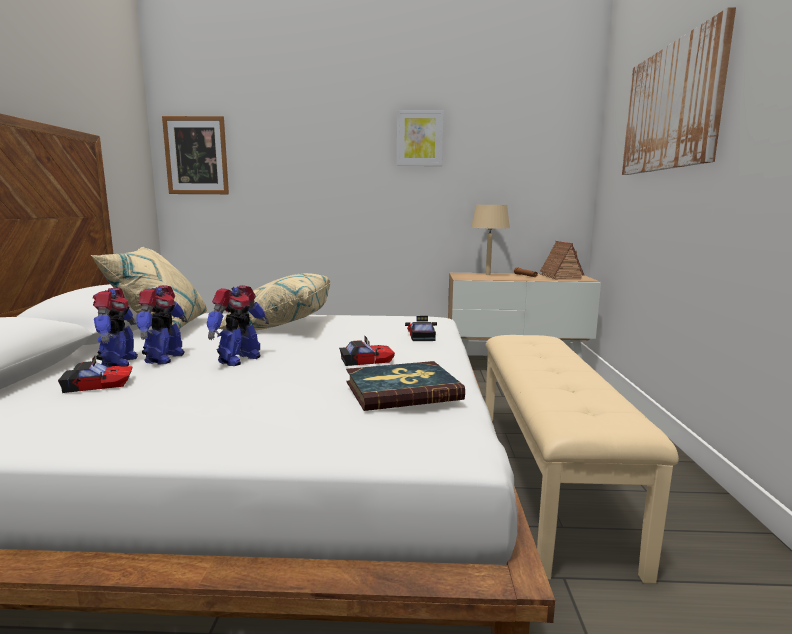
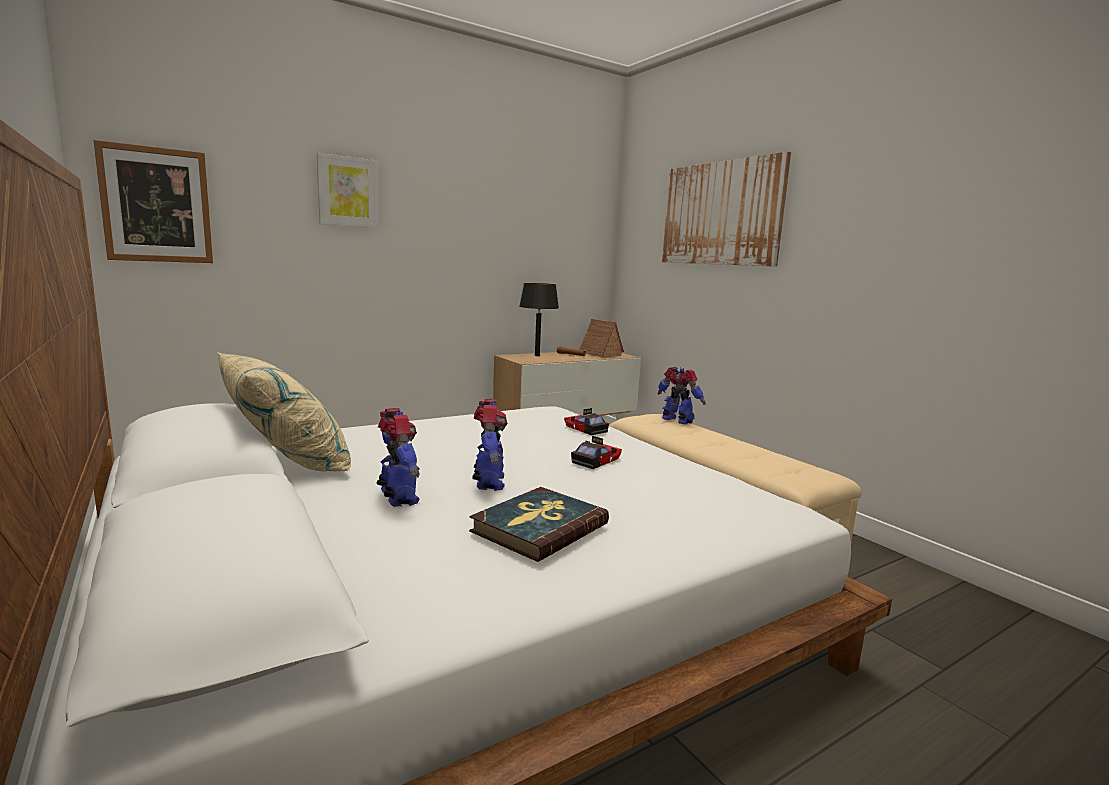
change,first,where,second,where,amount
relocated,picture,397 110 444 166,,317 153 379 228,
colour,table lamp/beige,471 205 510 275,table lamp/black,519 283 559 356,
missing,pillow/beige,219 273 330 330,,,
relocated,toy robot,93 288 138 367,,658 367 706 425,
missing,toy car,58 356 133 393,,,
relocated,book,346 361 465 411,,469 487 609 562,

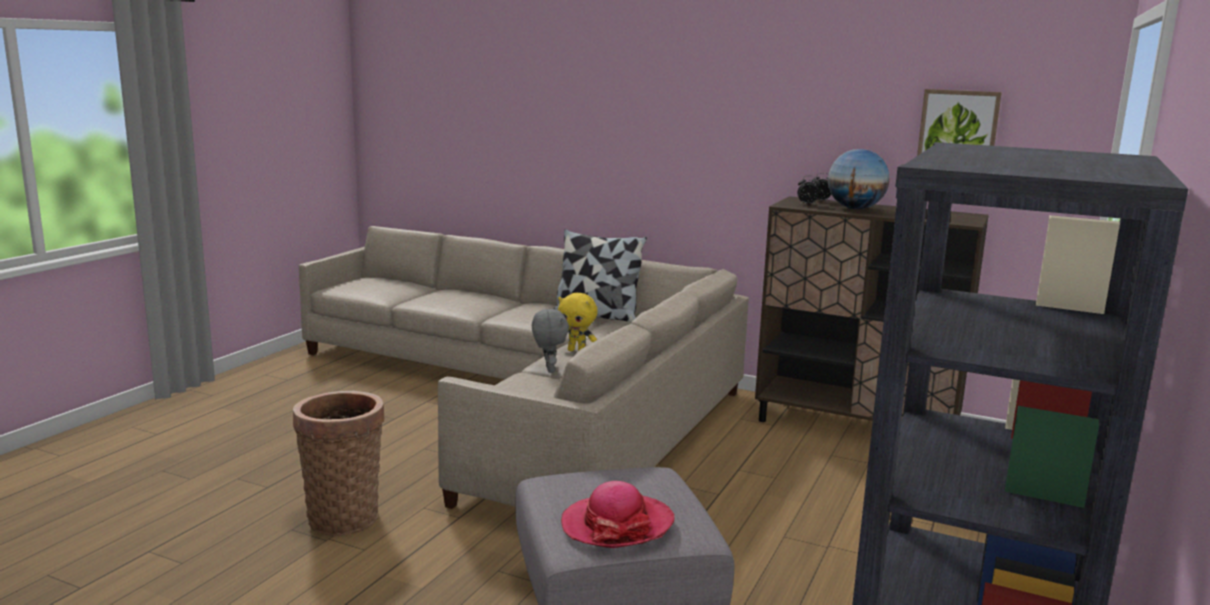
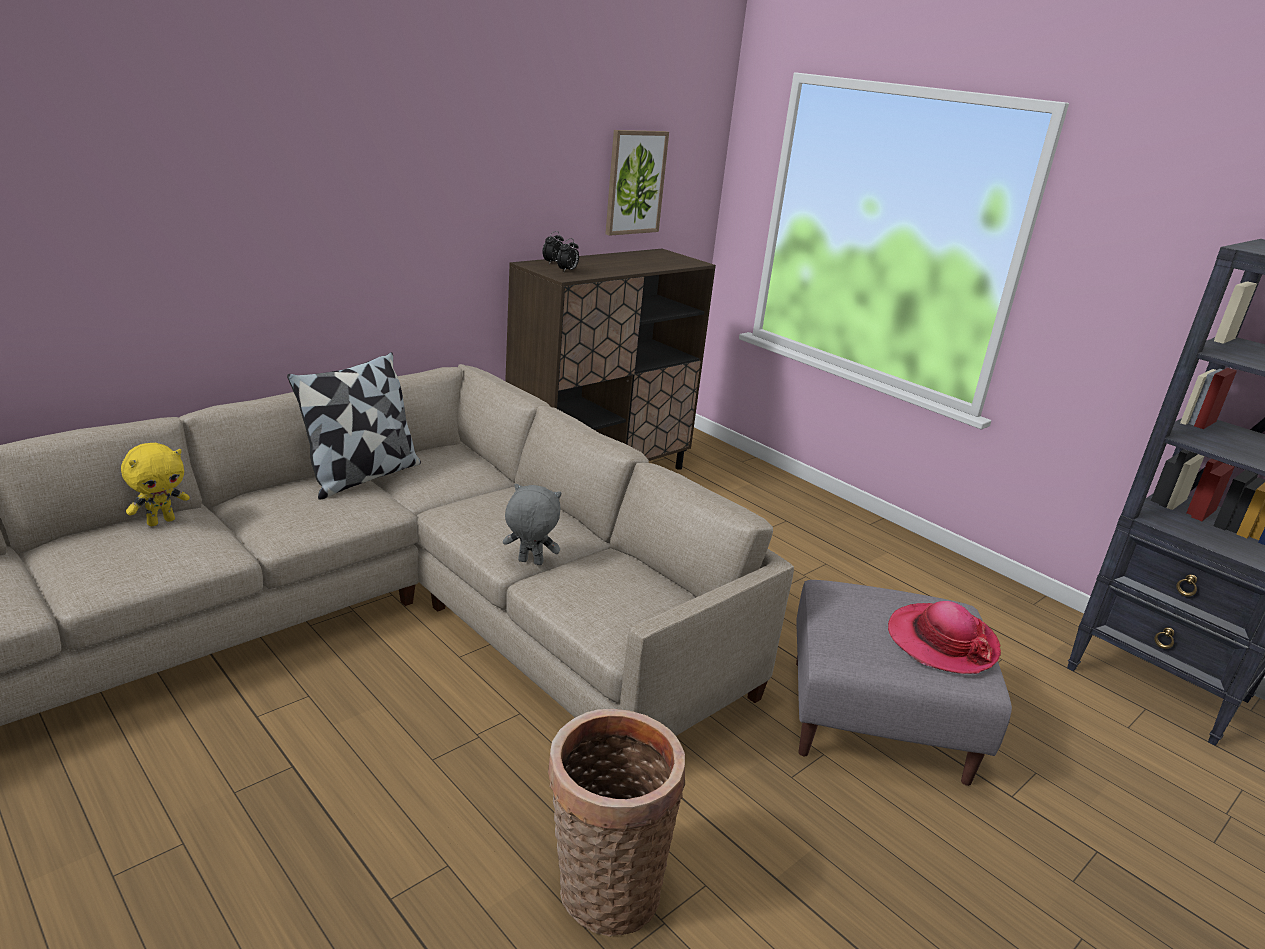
change,first,where,second,where,amount
missing,globe,828 149 889 209,,,
relocated,plush toy/yellow,558 293 597 351,,121 443 190 526,

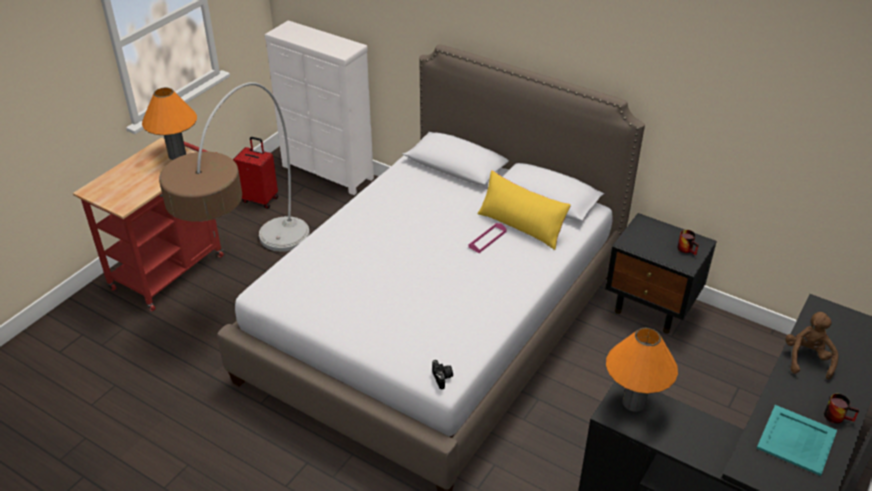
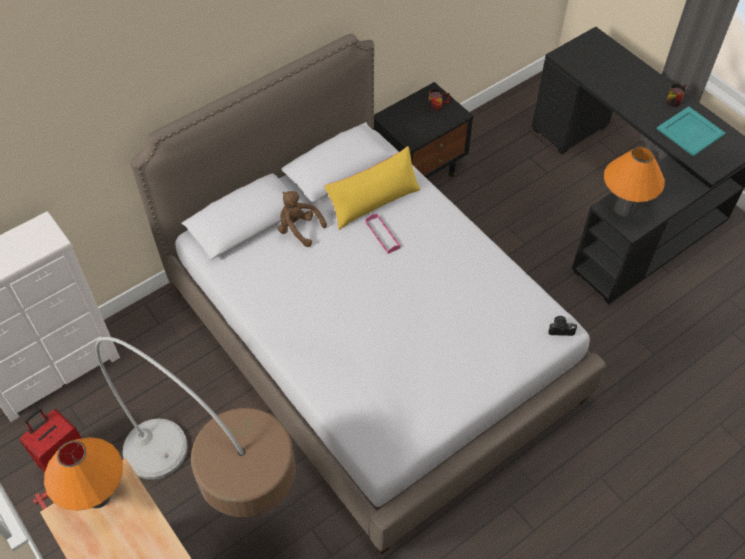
change,first,where,second,where,amount
relocated,plush toy/brown,785 312 839 379,,278 191 327 247,

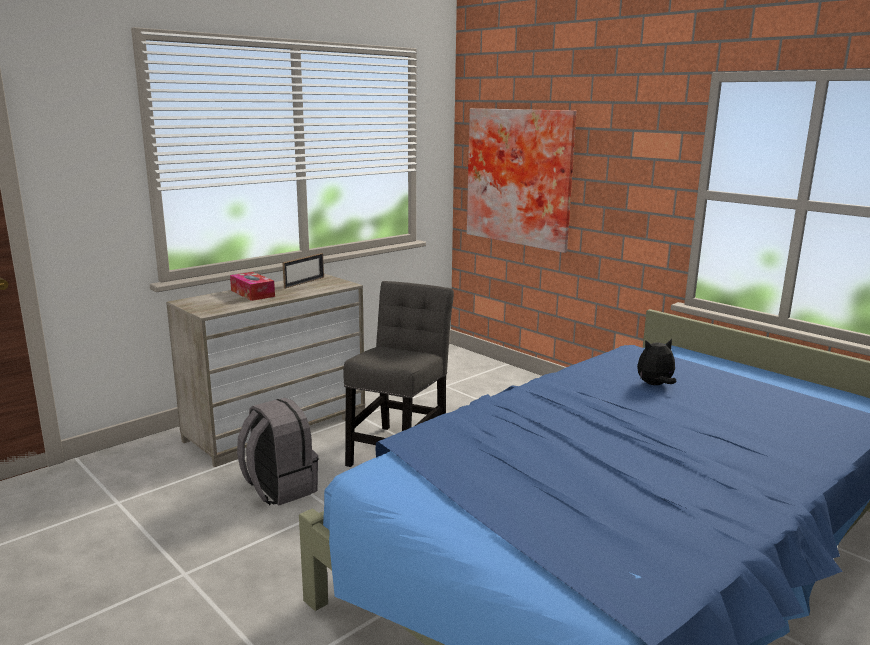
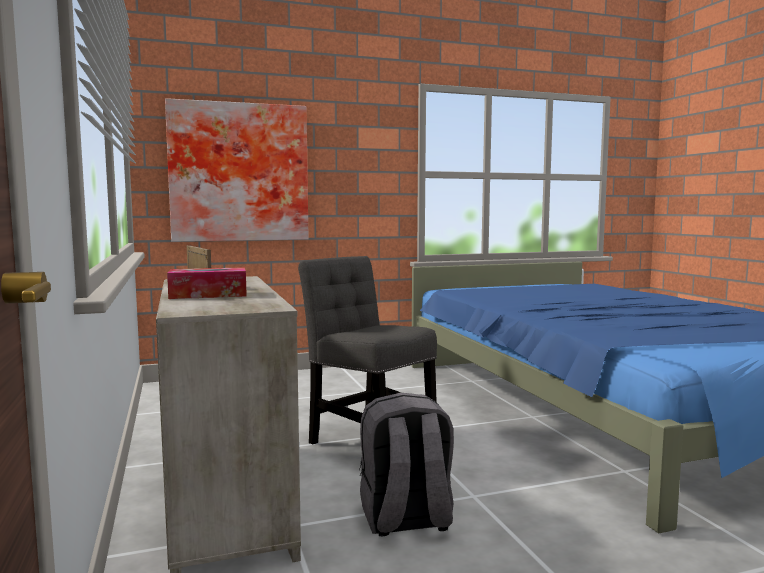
change,first,where,second,where,amount
missing,plush toy,637 339 676 385,,,

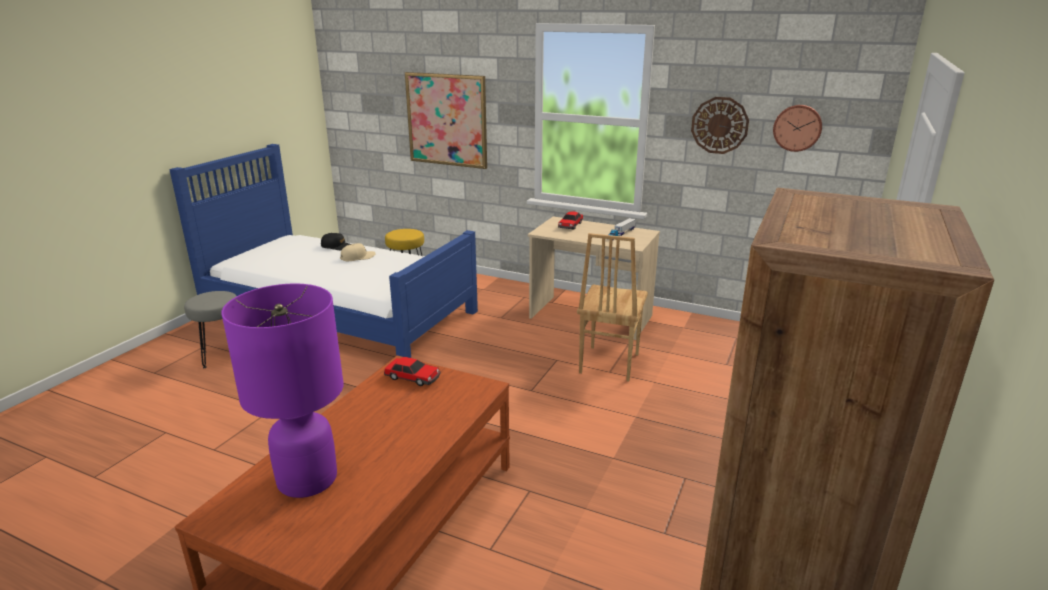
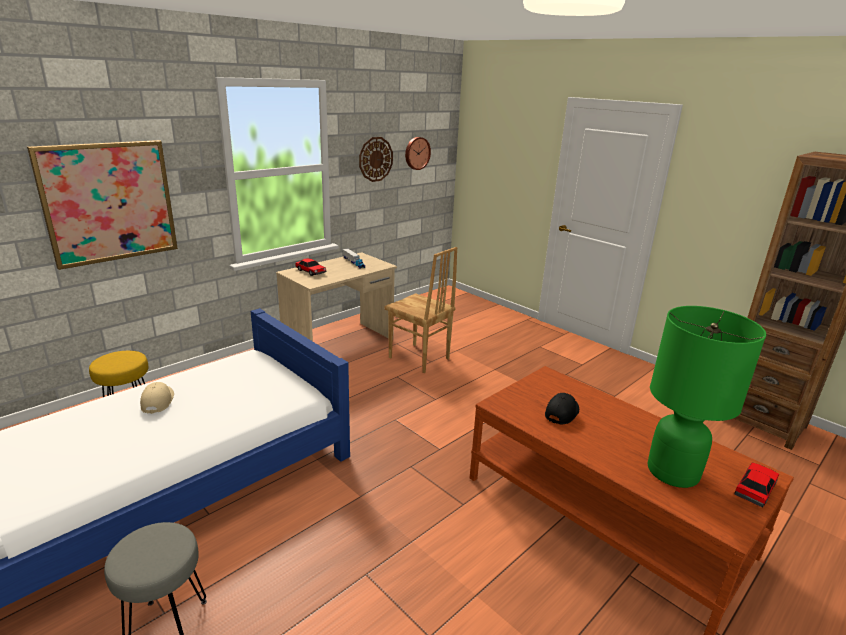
change,first,where,second,where,amount
relocated,cap/black,321 233 351 250,,545 393 579 424,
colour,table lamp/purple,221 283 344 498,table lamp/green,648 306 766 488,
relocated,toy car,384 357 440 386,,735 462 779 508,

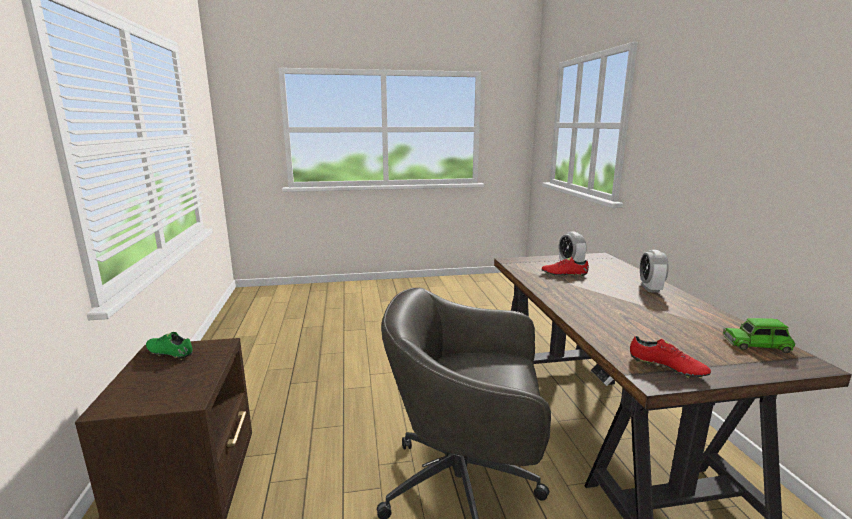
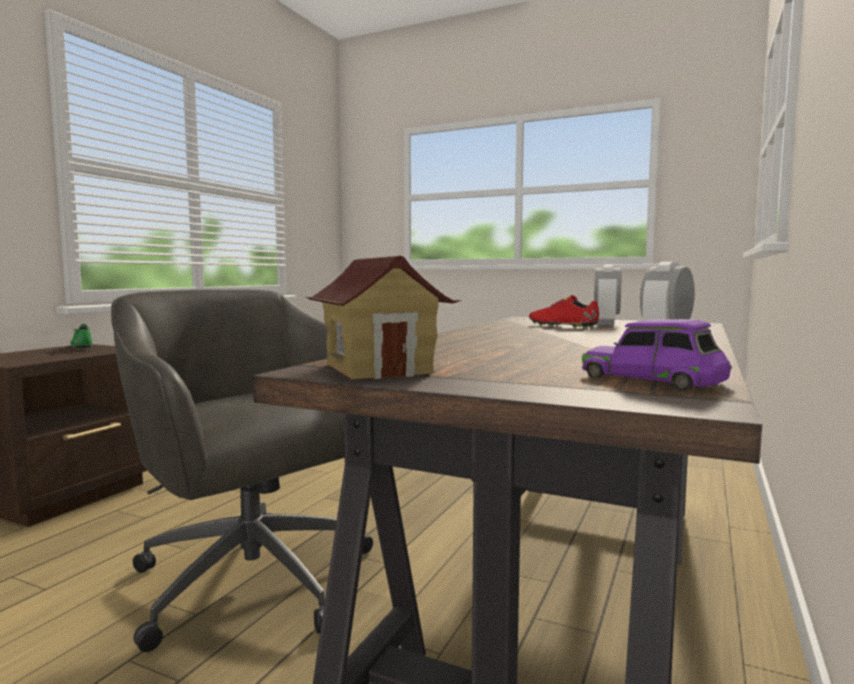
change,first,where,second,where,amount
colour,toy car/green,722 318 795 353,toy car/purple,582 319 732 391,
exchanged,shoe/red,630 336 711 378,toy house,305 256 462 379,

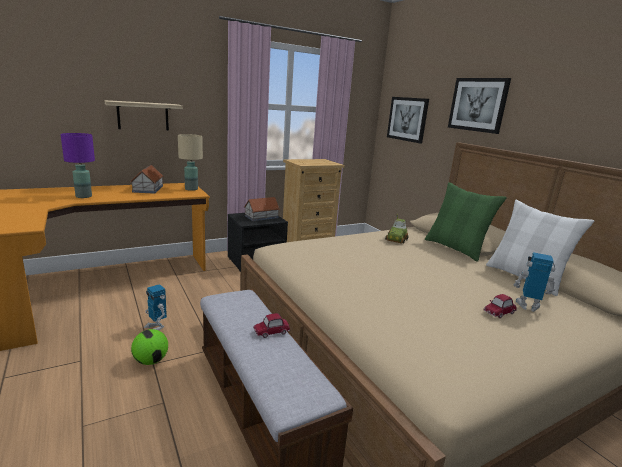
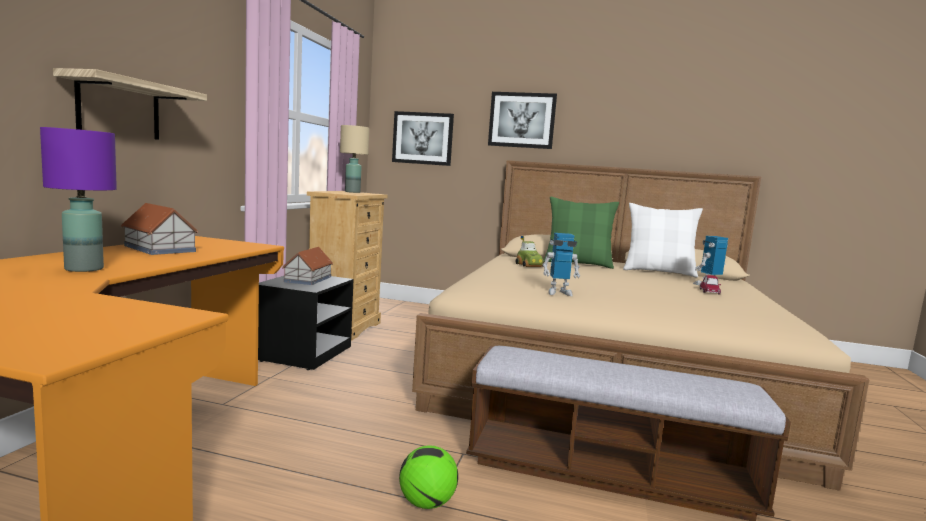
change,first,where,second,where,amount
relocated,table lamp/beige,178 134 203 191,,340 125 369 193,
relocated,toy robot,144 284 167 331,,543 233 580 296,
missing,toy car,253 313 290 338,,,

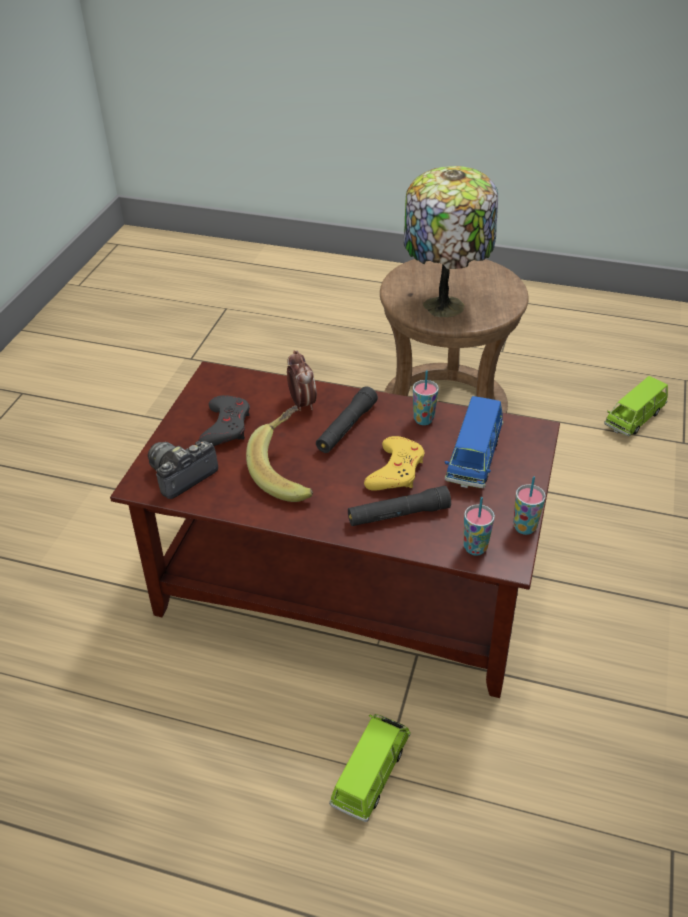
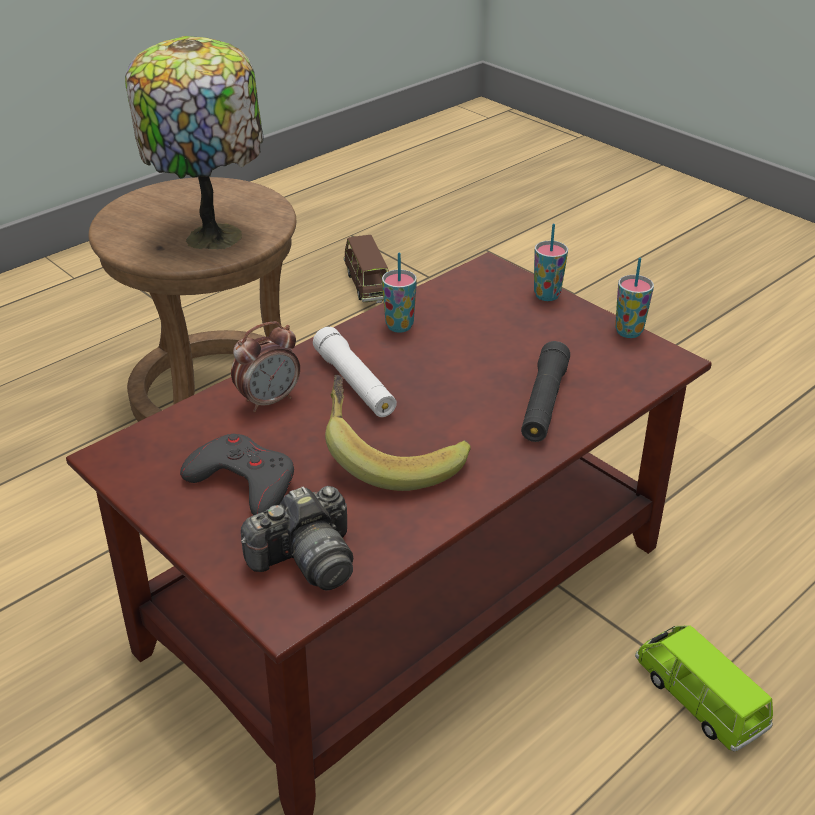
change,first,where,second,where,amount
spun,alarm clock,287 351 317 411,,231 321 300 412,135 degrees clockwise
colour,toy car/green,604 376 668 436,toy car/brown,344 235 389 303,
colour,flashlight/black,316 386 378 453,flashlight/white,313 327 397 417,
missing,toy car/blue,445 396 503 488,,,
missing,game controller/yellow,364 436 424 491,,,
spun,photo camera,148 441 218 499,,241 486 353 591,105 degrees counterclockwise
relocated,cup,464 497 495 556,,534 224 568 301,

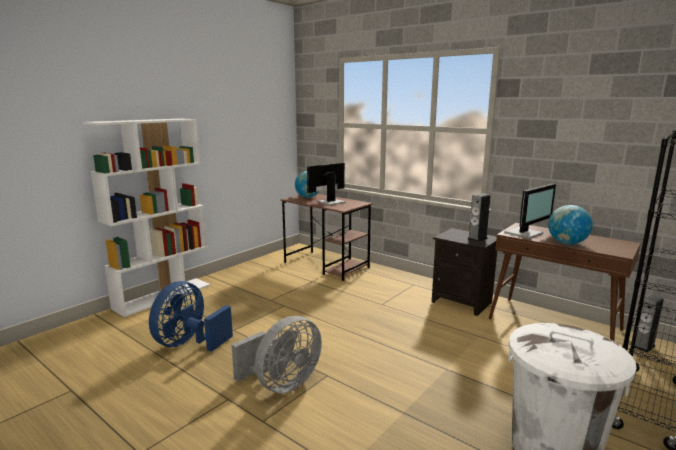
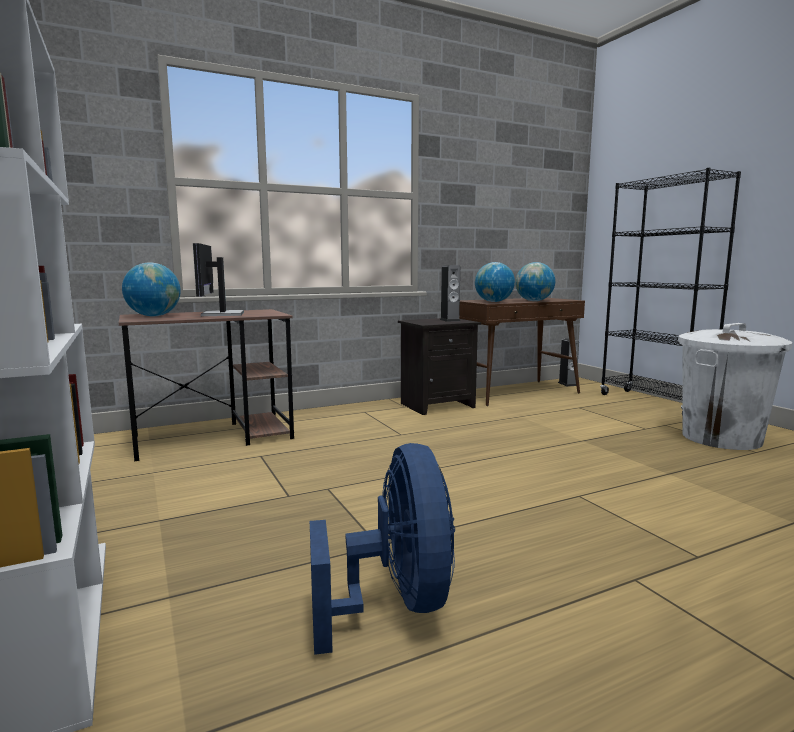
change,first,where,second,where,amount
exchanged,monitor,504 183 556 239,globe,475 262 515 302,
spun,fan/blue,149 281 233 352,,310 443 455 655,150 degrees counterclockwise
missing,fan/grey,231 316 322 393,,,

